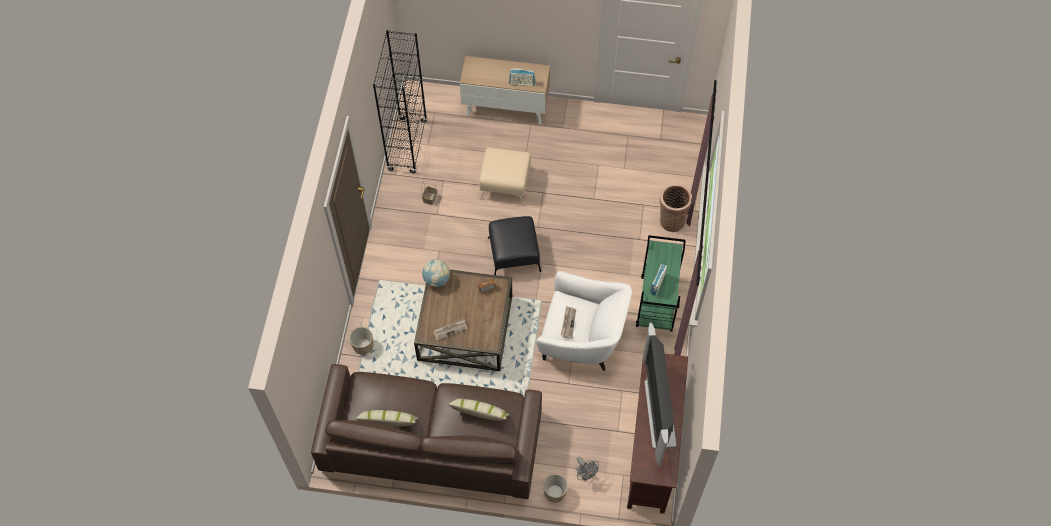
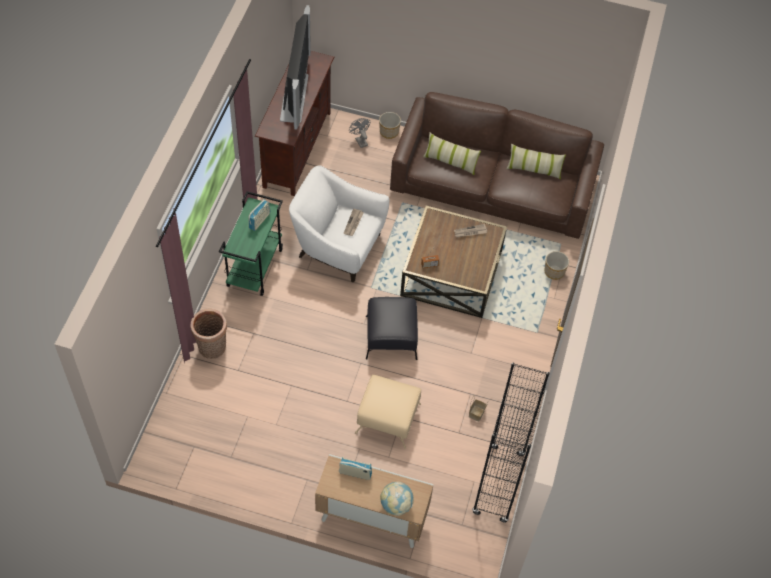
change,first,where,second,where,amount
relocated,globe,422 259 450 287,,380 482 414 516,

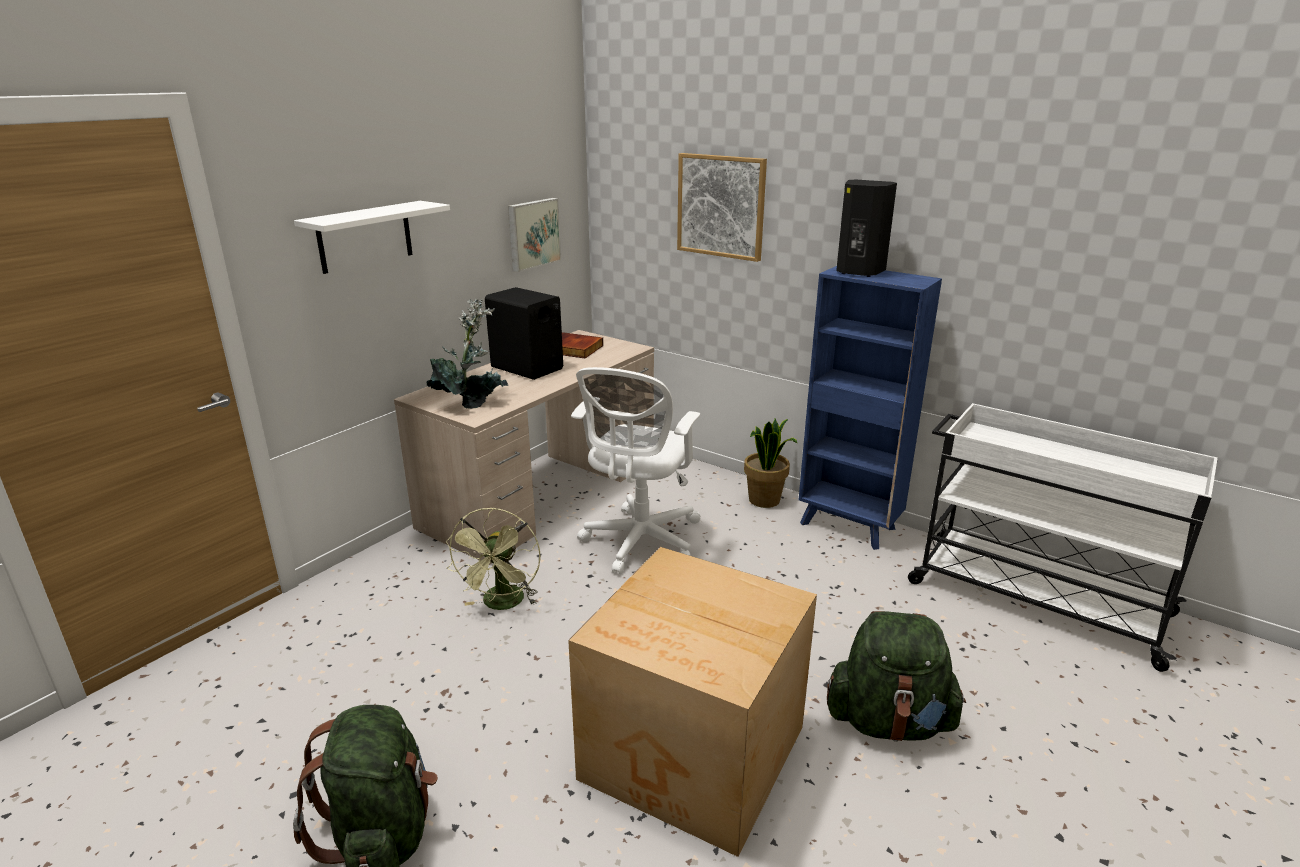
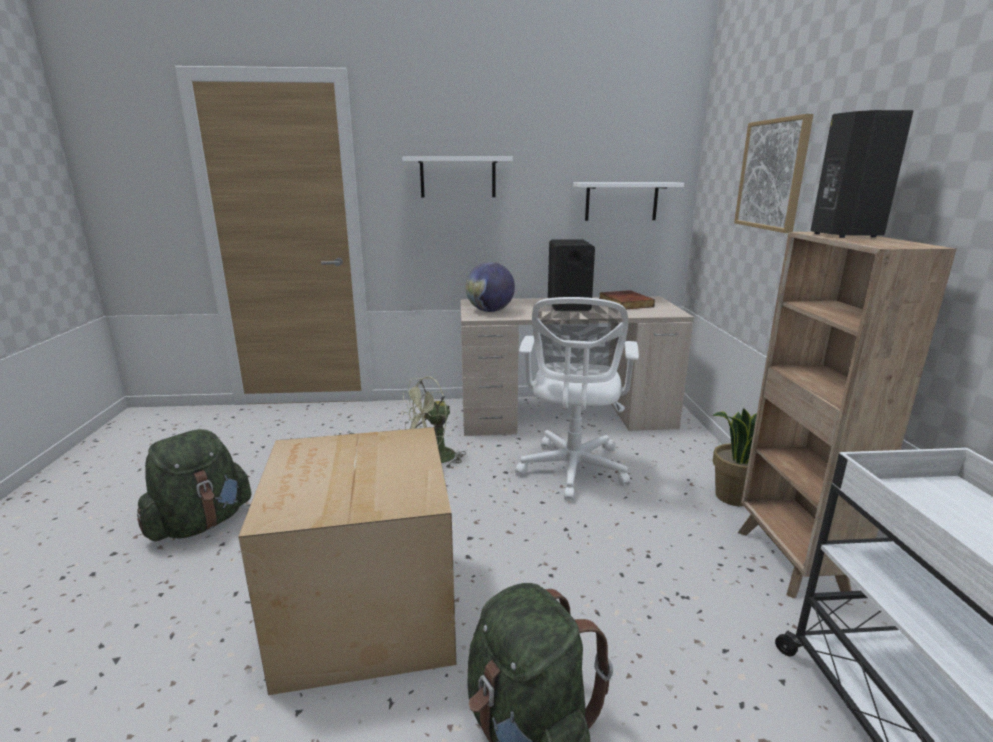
change,first,where,second,where,amount
exchanged,picture,508 198 561 272,shelf/white,573 182 684 221,
colour,bookcase/blue,798 266 942 550,bookcase/brown,738 232 957 599,
exchanged,potted plant,427 299 508 409,globe,466 262 515 312,
spun,office chair/white,571 367 701 574,,515 297 639 501,60 degrees counterclockwise

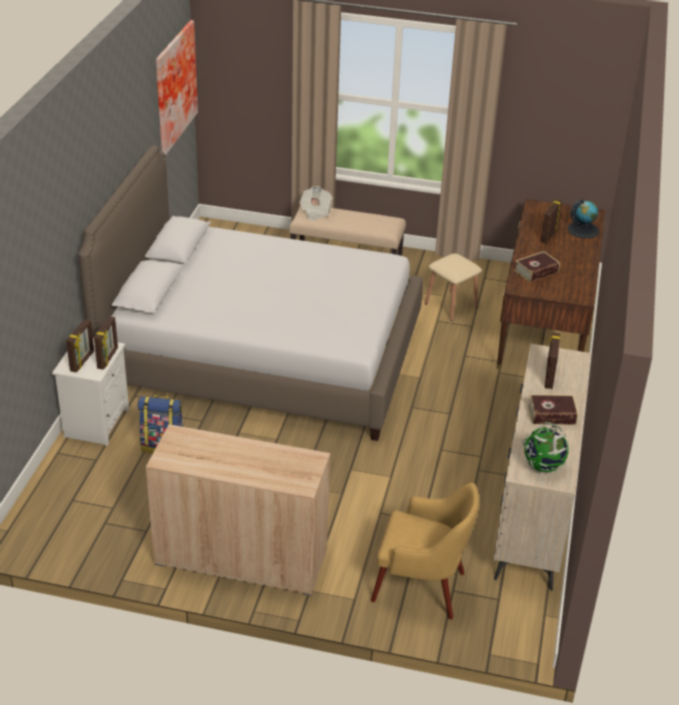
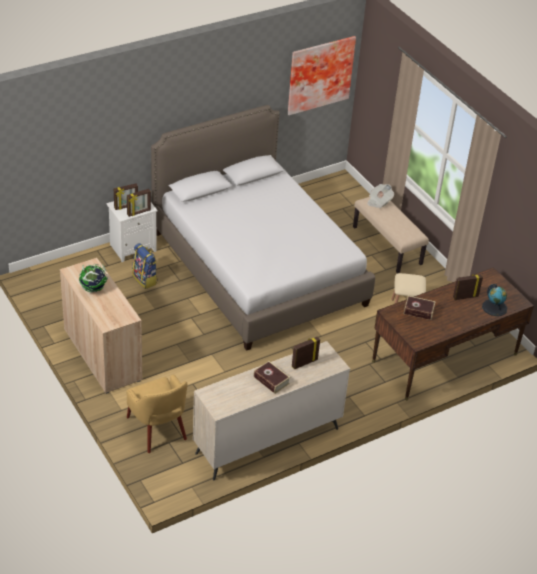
change,first,where,second,where,amount
relocated,globe,523 422 569 473,,79 264 108 293,

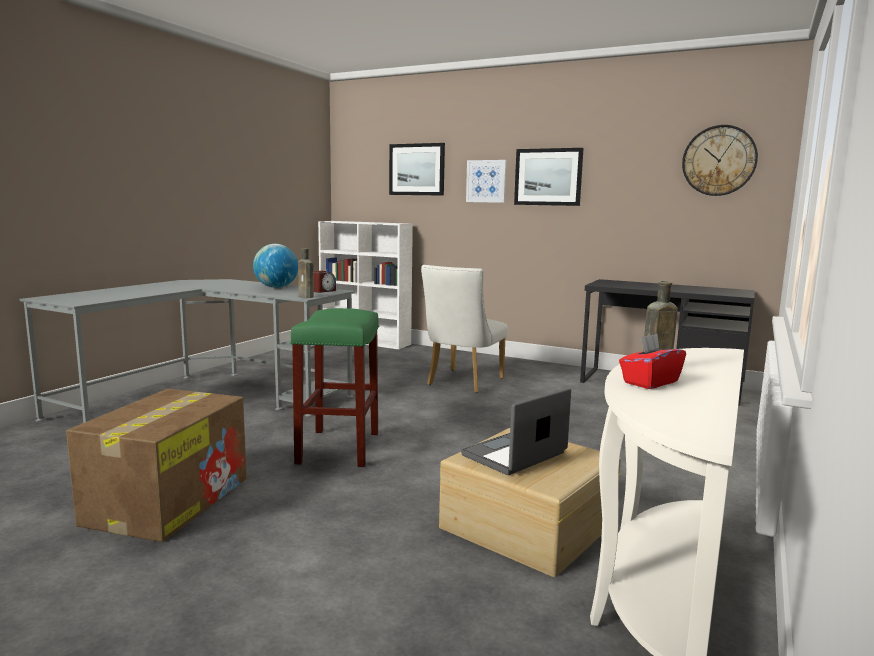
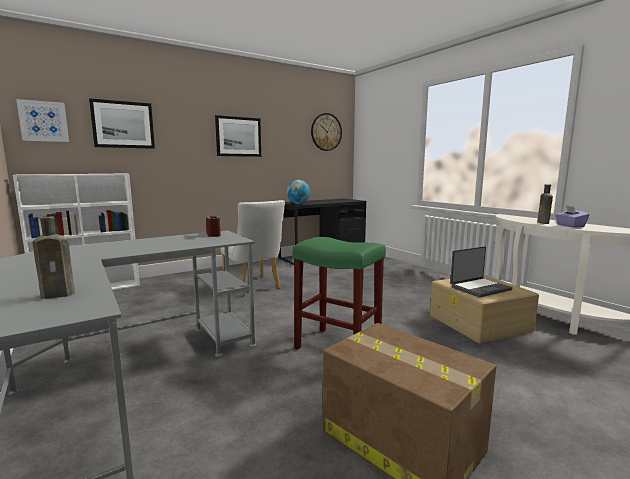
change,first,where,second,where,amount
relocated,picture,466 160 507 203,,16 99 69 142,
relocated,globe,253 244 298 288,,286 180 310 204,
relocated,bottle/brown,298 248 314 298,,32 216 75 299,
colour,tissue box/red,619 334 686 389,tissue box/purple,555 206 589 228,
spun,laptop,461 388 571 475,,450 246 513 298,105 degrees counterclockwise

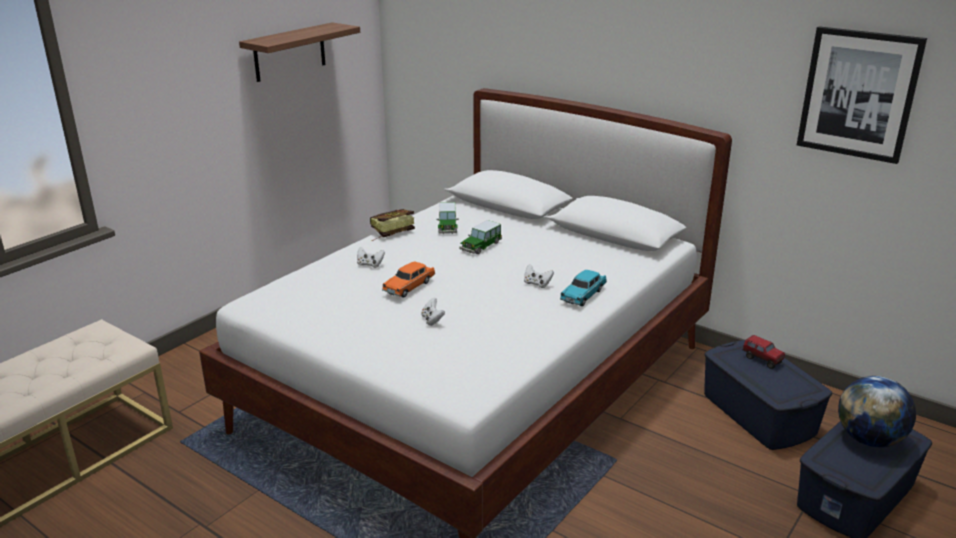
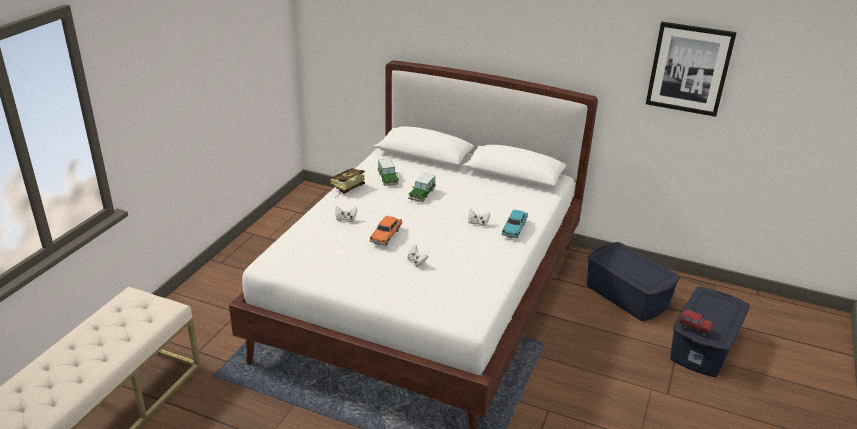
change,first,where,second,where,amount
missing,shelf,239 22 360 82,,,
relocated,toy truck,743 335 785 369,,679 309 713 337,
missing,globe,838 376 916 447,,,

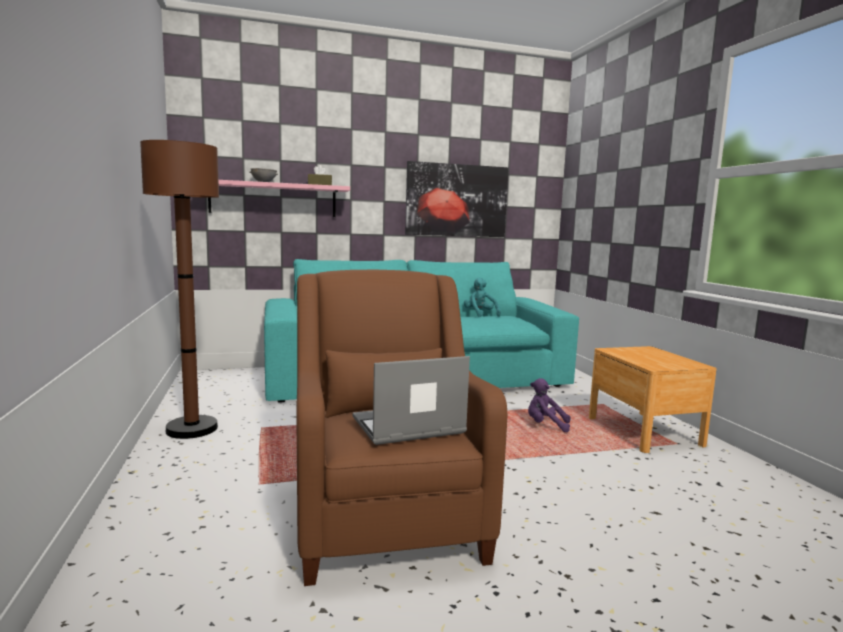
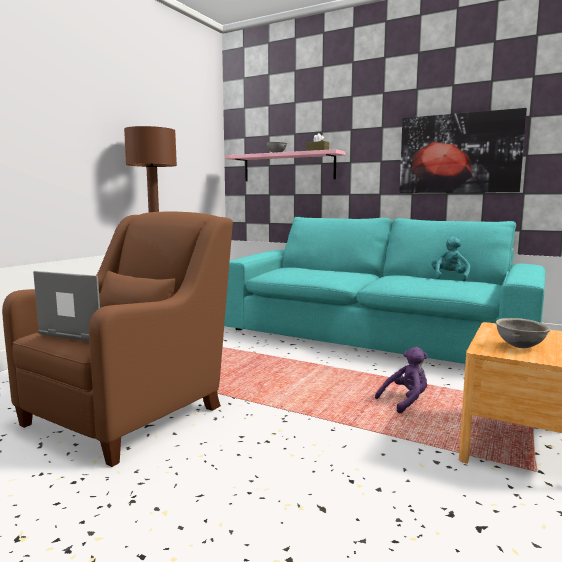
change,first,where,second,where,amount
spun,plush toy/purple,528 378 571 432,,375 347 428 413,90 degrees clockwise
appeared,,,bowl/grey,496 318 550 348,

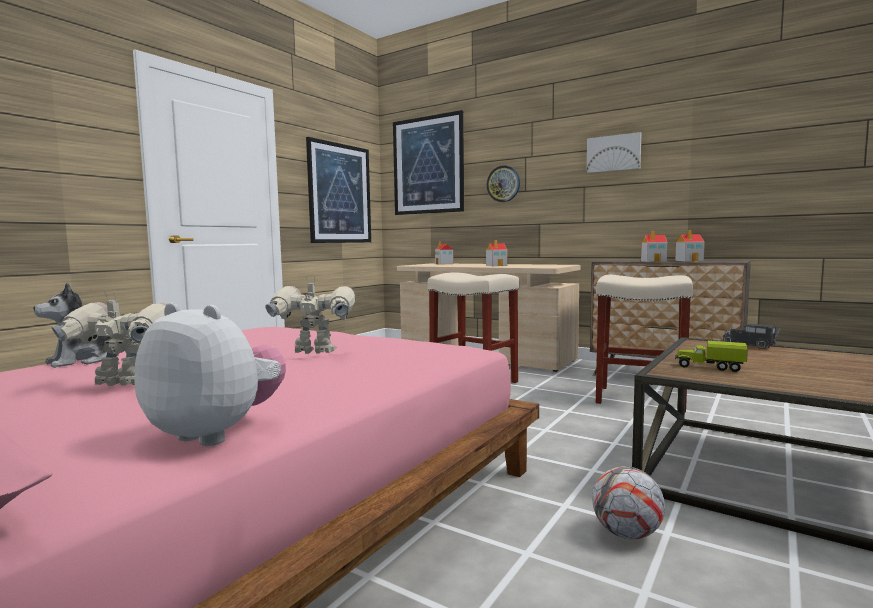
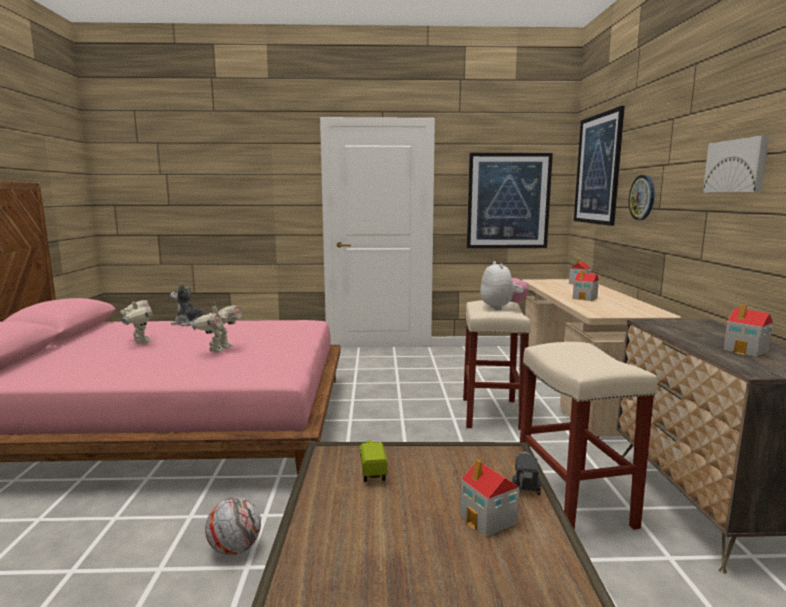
change,first,where,second,where,amount
relocated,toy house,641 231 668 262,,460 459 520 537,
spun,toy robot,266 276 356 354,,190 302 242 352,45 degrees clockwise
relocated,plush toy,135 303 286 446,,480 261 529 310,

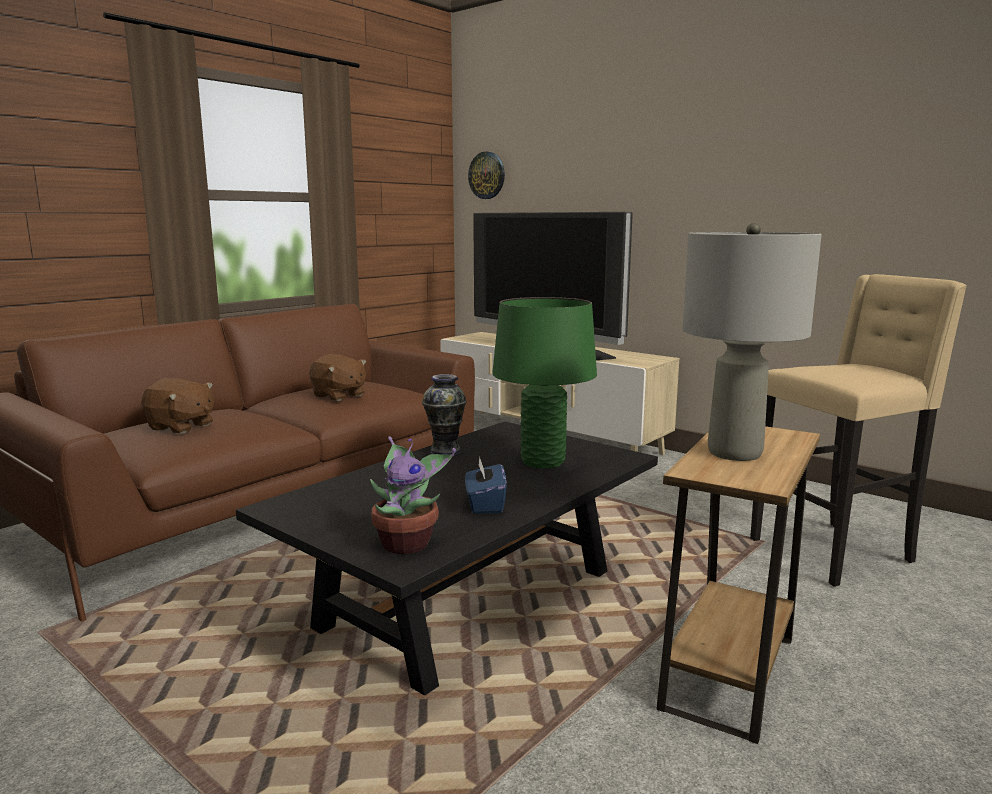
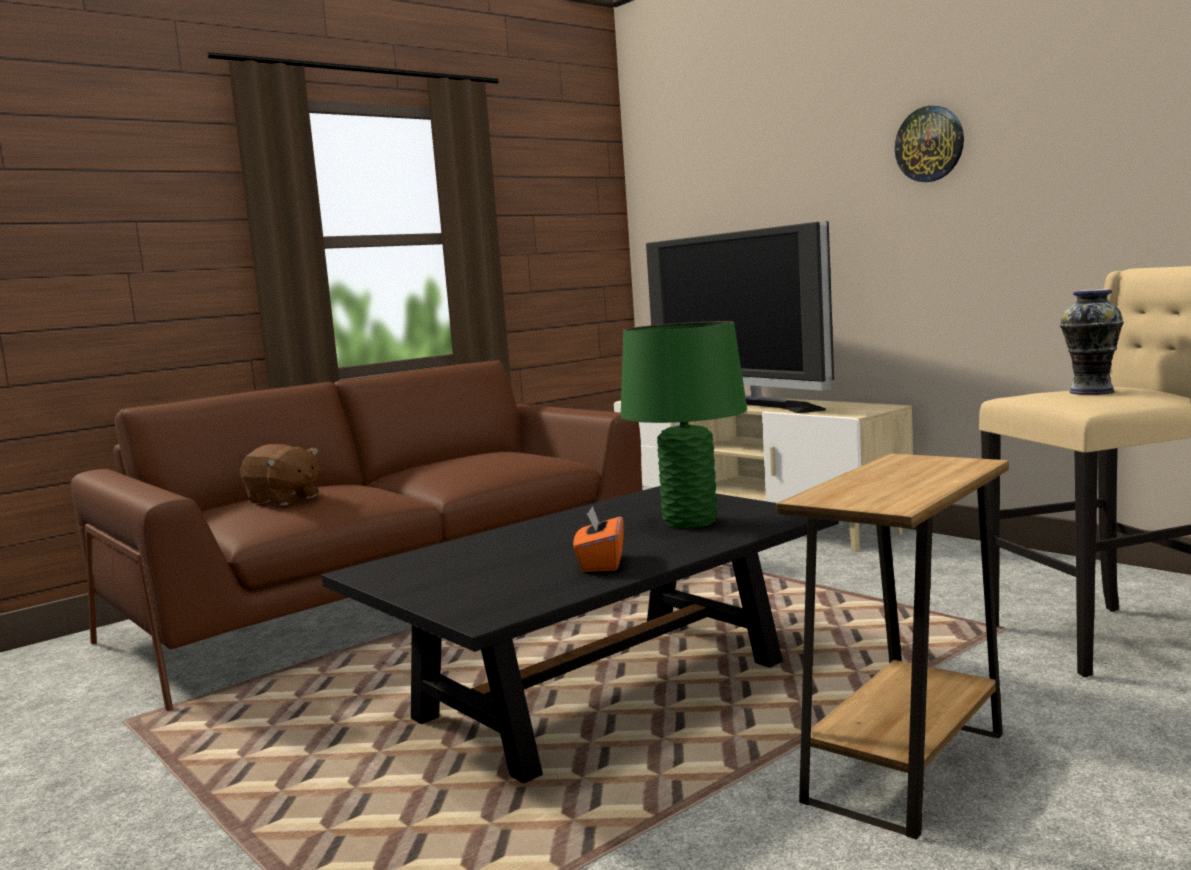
change,first,where,second,where,amount
relocated,wall clock,468 152 505 199,,895 106 964 182,
missing,table lamp/grey,682 223 822 461,,,
missing,plush toy/brown,309 354 367 401,,,
relocated,vase,422 374 467 456,,1060 289 1124 395,
missing,potted plant,370 436 456 554,,,
colour,tissue box/blue,465 456 507 514,tissue box/orange,573 506 623 572,

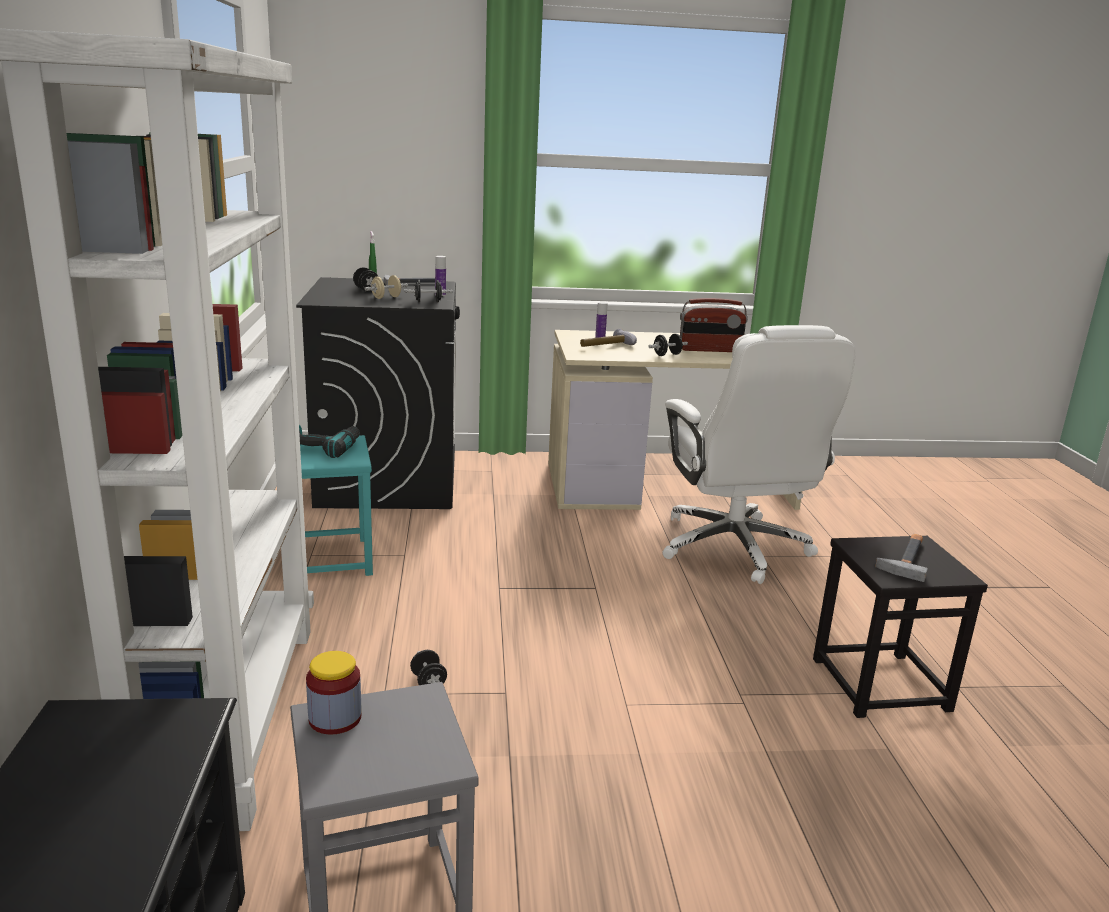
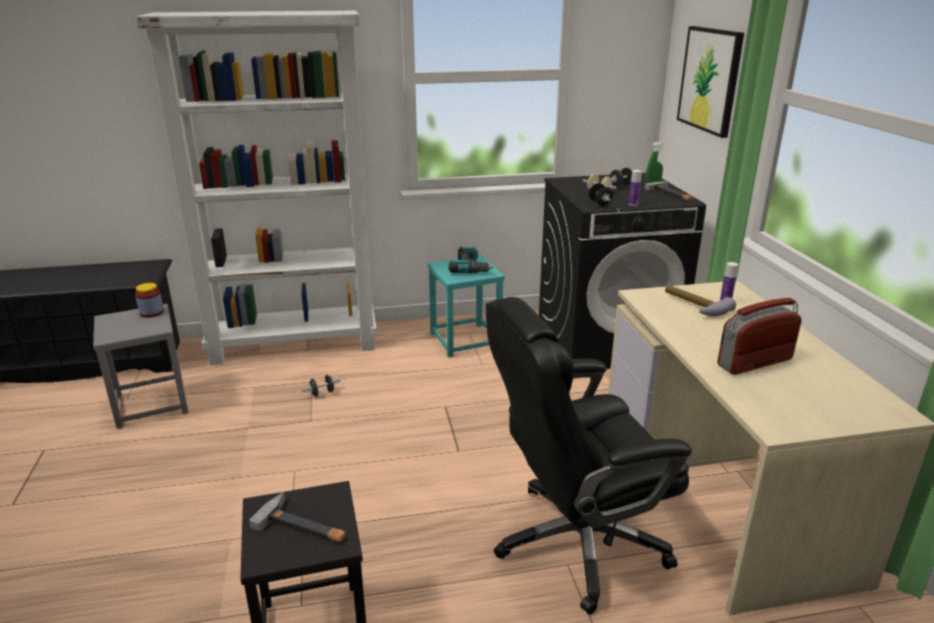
change,first,where,second,where,amount
spun,radio,680 298 748 352,,718 298 802 375,75 degrees clockwise
colour,office chair/white,662 325 856 584,office chair/black,486 297 692 614,
missing,dumbbell/black,648 334 688 356,,,
appeared,,,picture,677 26 744 138,

